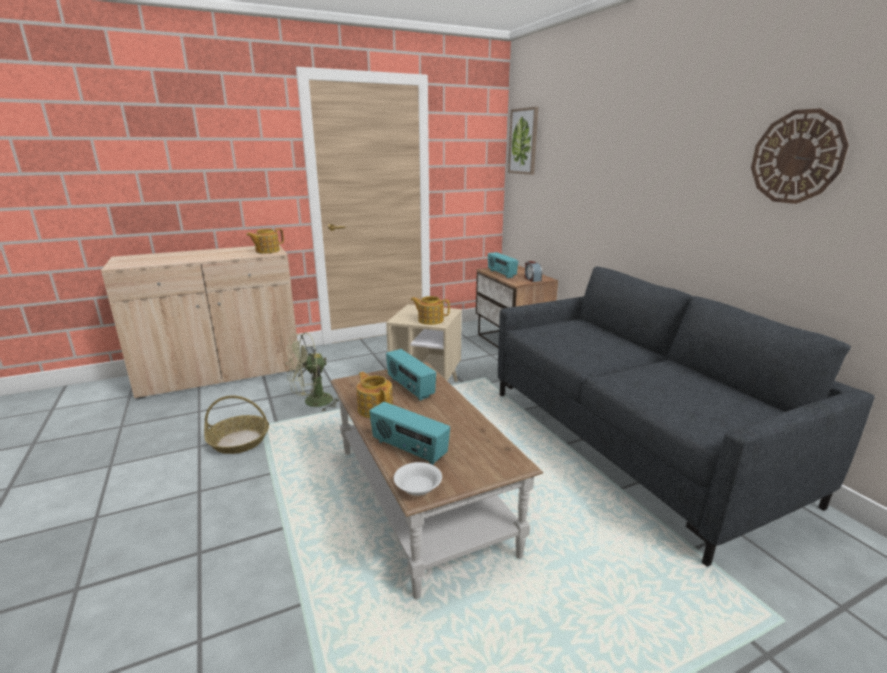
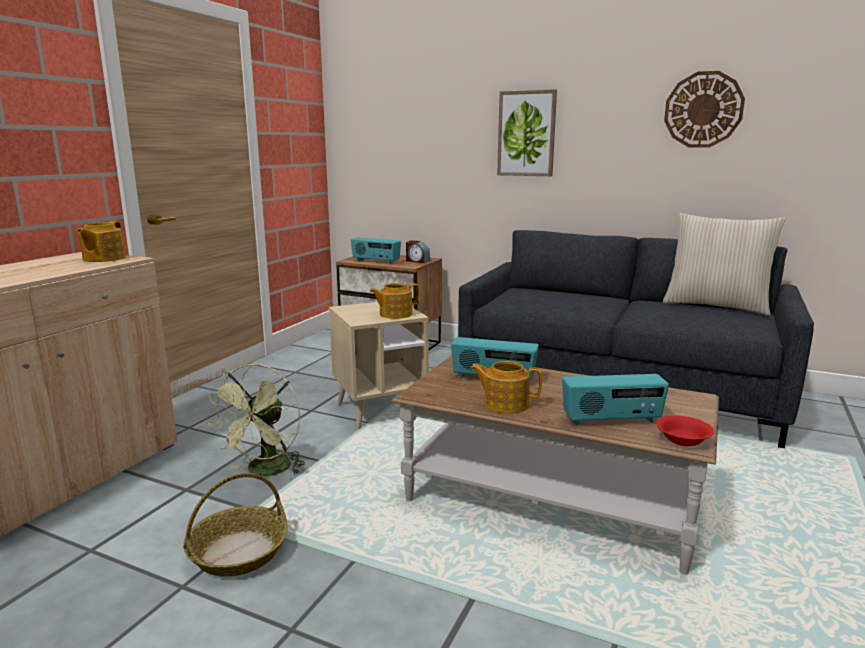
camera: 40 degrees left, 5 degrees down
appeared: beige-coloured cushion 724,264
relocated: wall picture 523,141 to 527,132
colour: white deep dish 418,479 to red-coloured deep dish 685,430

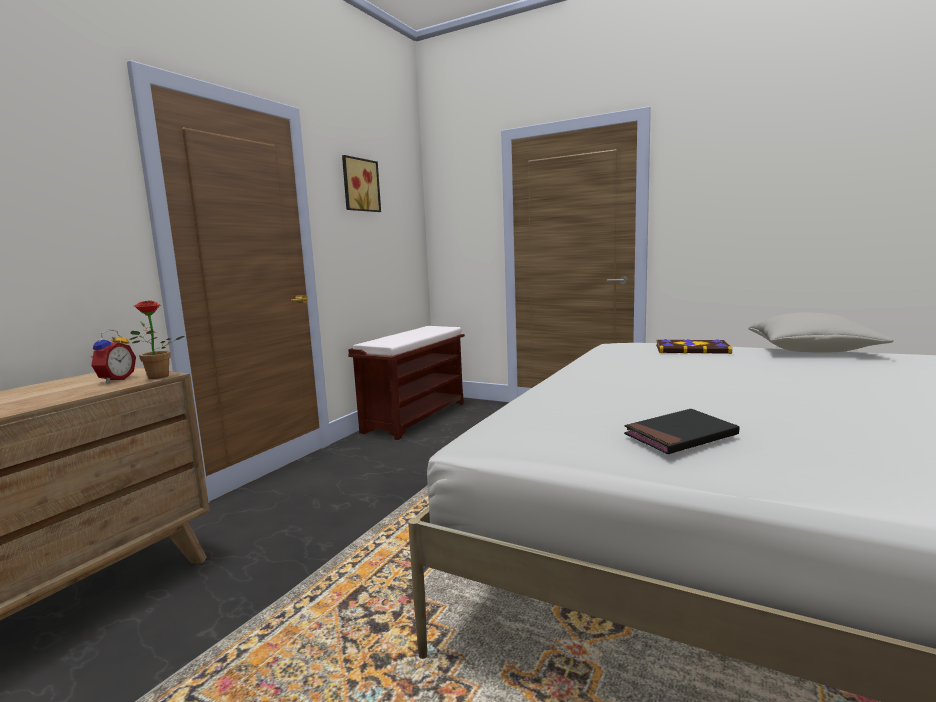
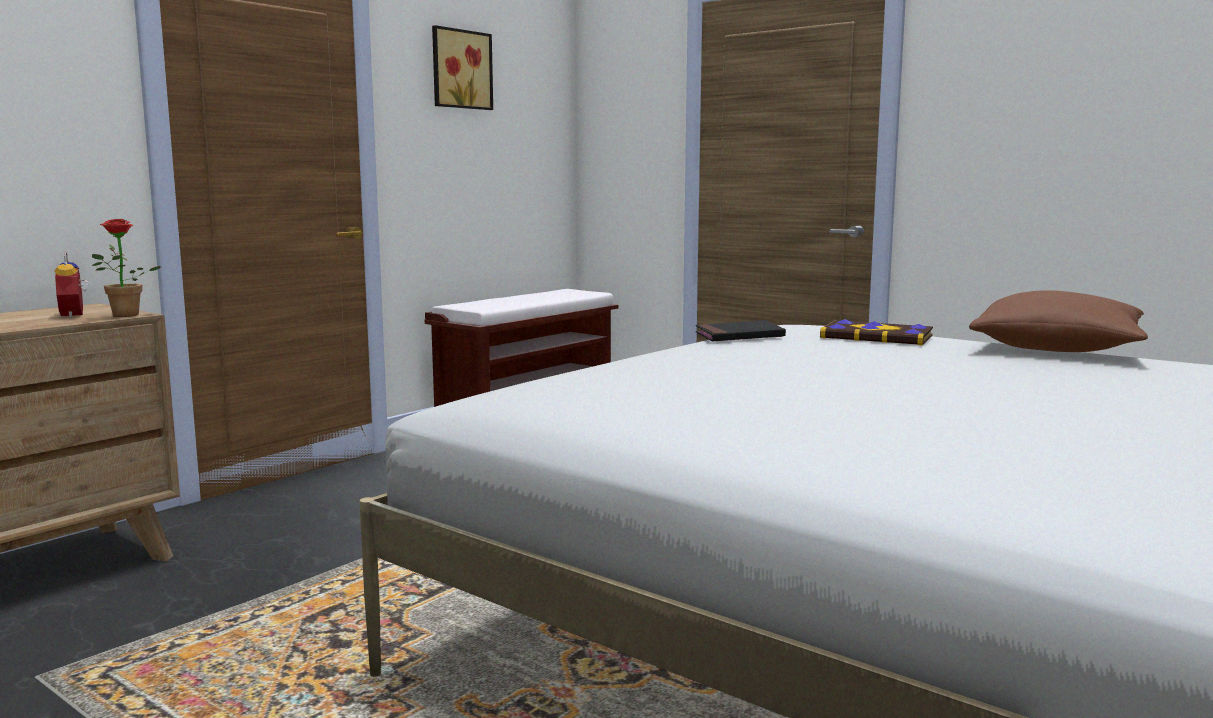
camera: 10 degrees right, 0 degrees up
relocated: blackish bound book 681,431 to 741,331
colour: gray cushion 821,332 to brownish cushion 1058,321
spun: table clock 113,356 = 71,285 135 degrees clockwise

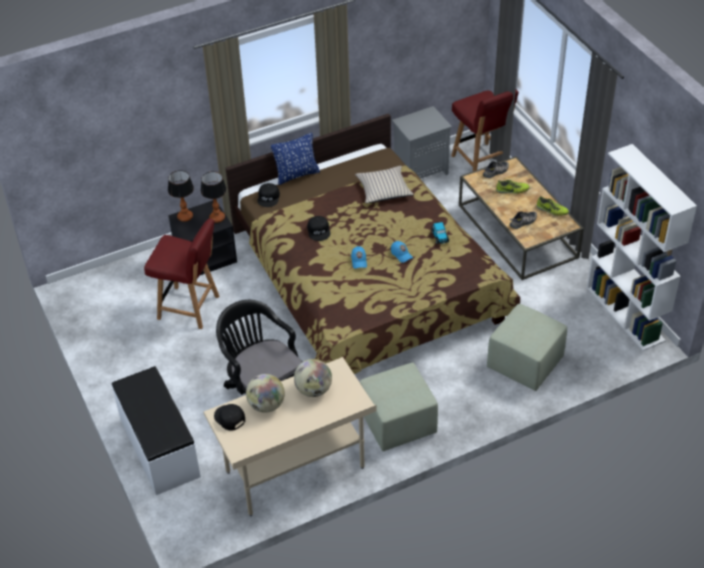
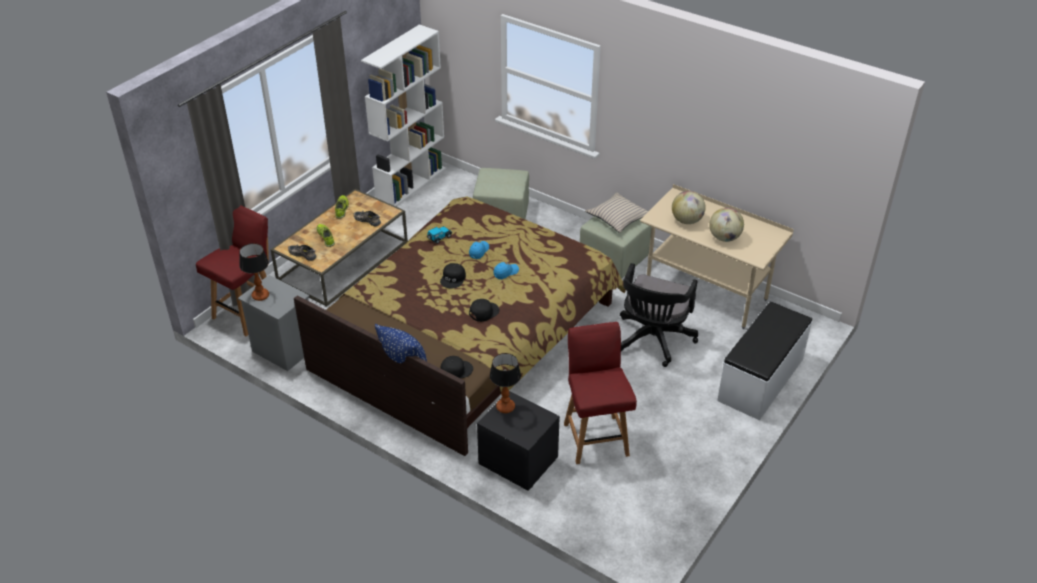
camera: 120 degrees left, 5 degrees down
relocated: beige-coloured cushion 384,184 to 616,213; tabletop lamp 181,196 to 254,272; blackish peaked cap 229,417 to 453,275

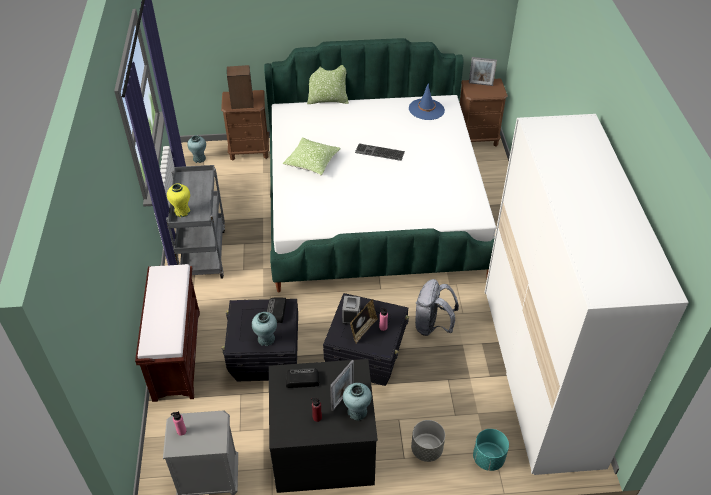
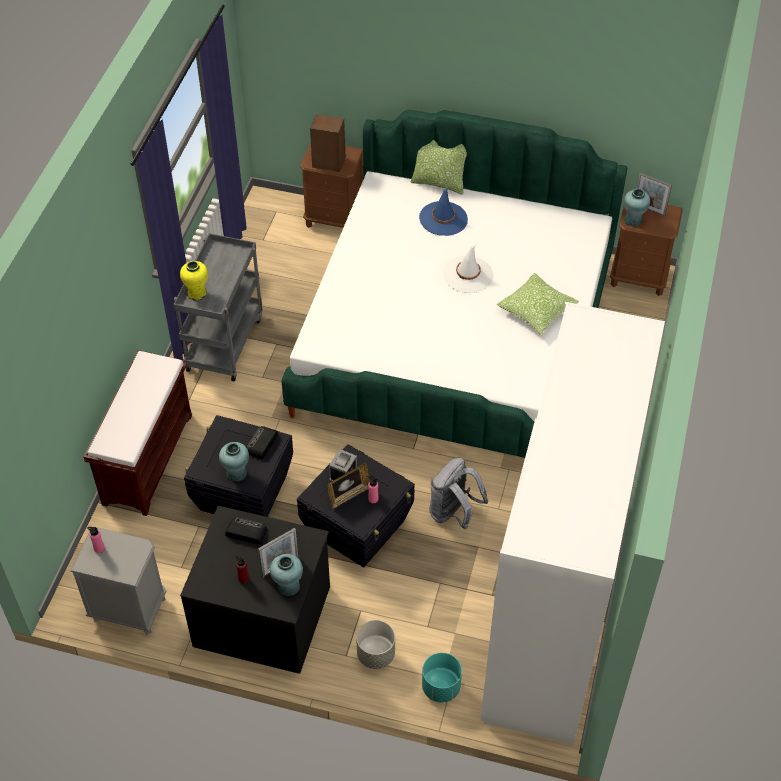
camera: 20 degrees right, 5 degrees up
relocated: blue clothing hat 427,101 to 443,211; blue-green flower vase 196,149 to 637,207; cushion 311,157 to 538,304
exchanged: computer keyboard 380,152 to white clothing hat 468,268

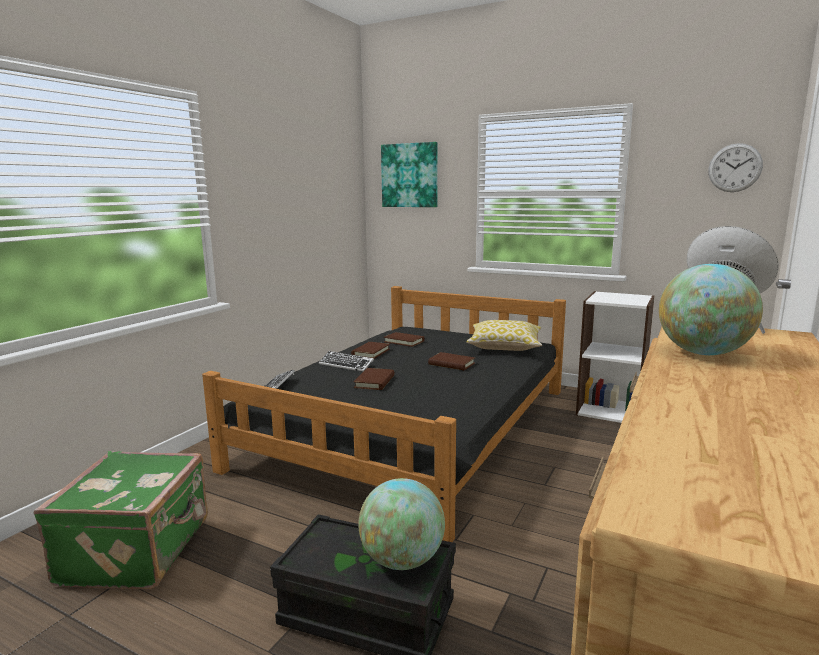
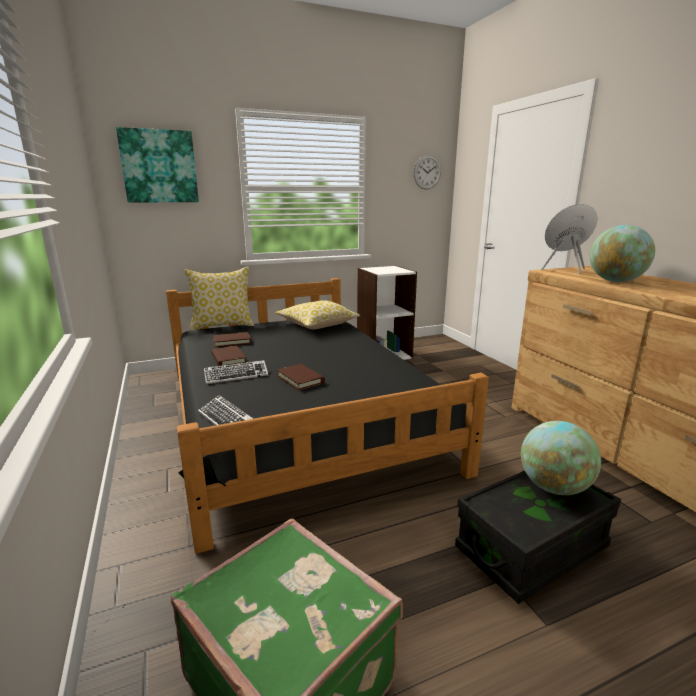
camera: 50 degrees left, 5 degrees up
missing: brownish bound book 451,361
appeared: cushion 219,299

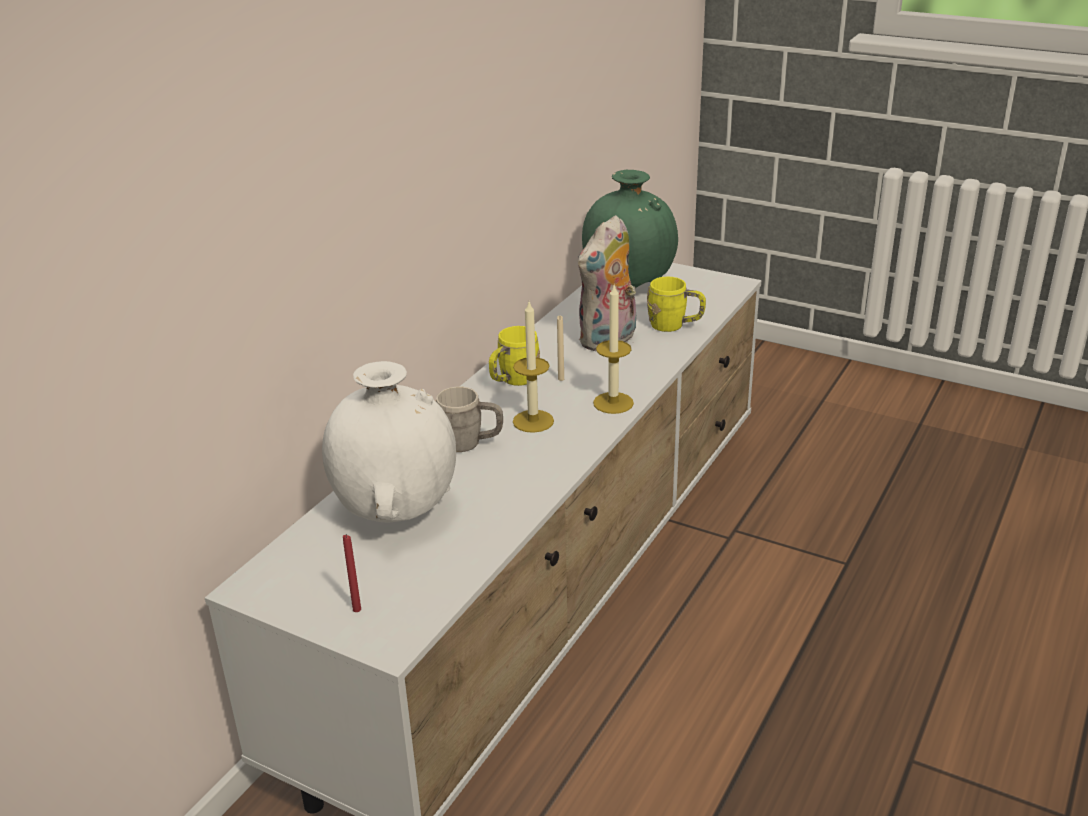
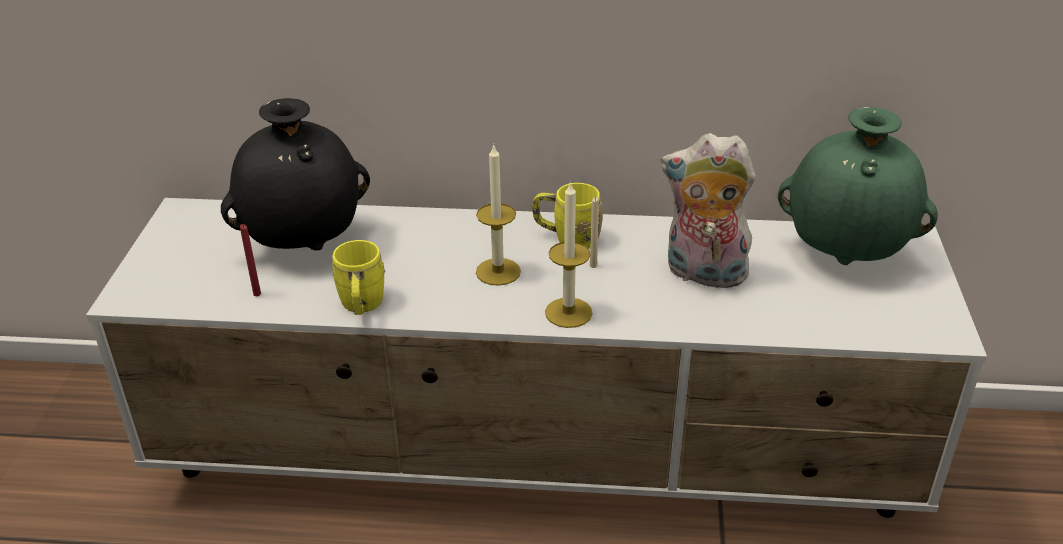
camera: 65 degrees right, 5 degrees up
missing: gray mug 469,419
relocated: yellowish mug 676,304 to 358,277; red-coloured wax candle 352,573 to 250,260
colour: white flower vase 389,442 to blackish flower vase 295,174

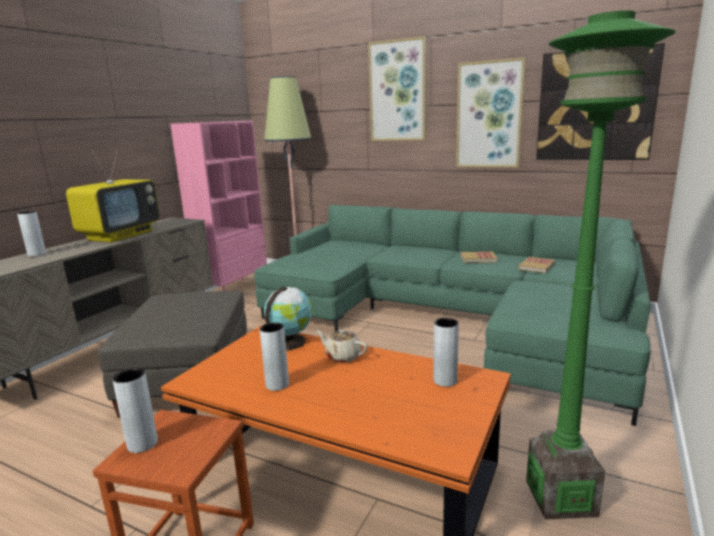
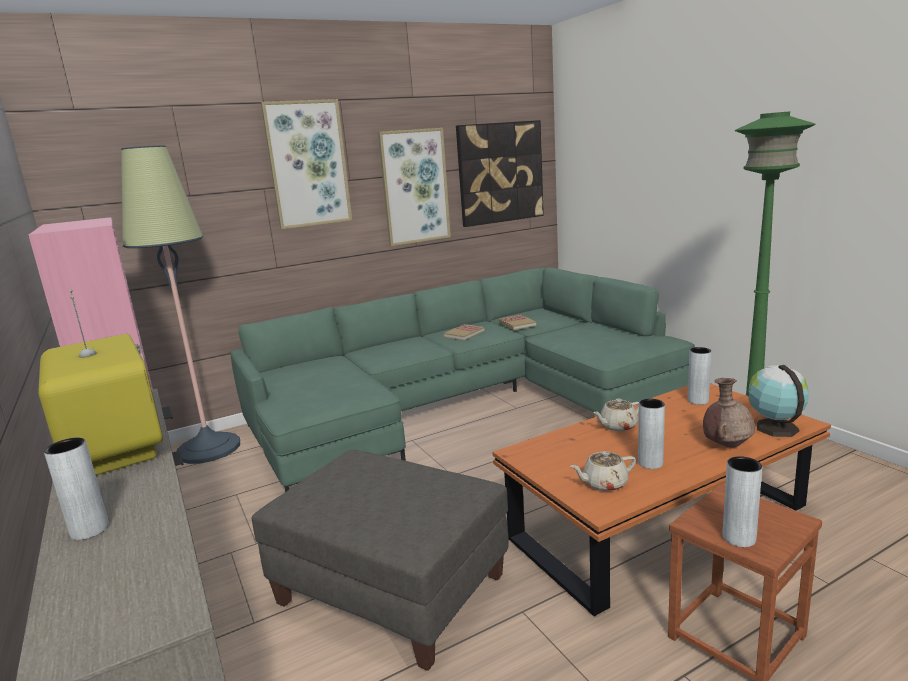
camera: 55 degrees left, 0 degrees up
appeared: brownish flower vase 729,412; beige-coloured tea pot 603,471
relocated: world globe 288,318 to 779,401

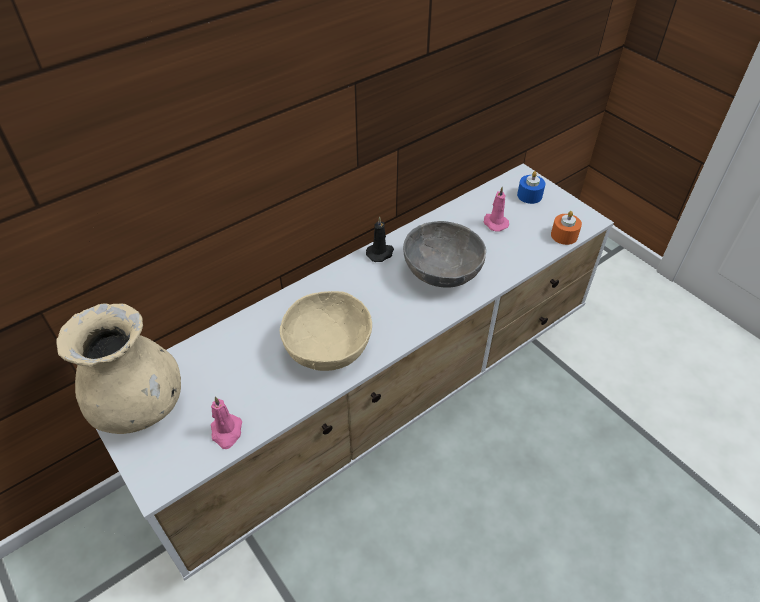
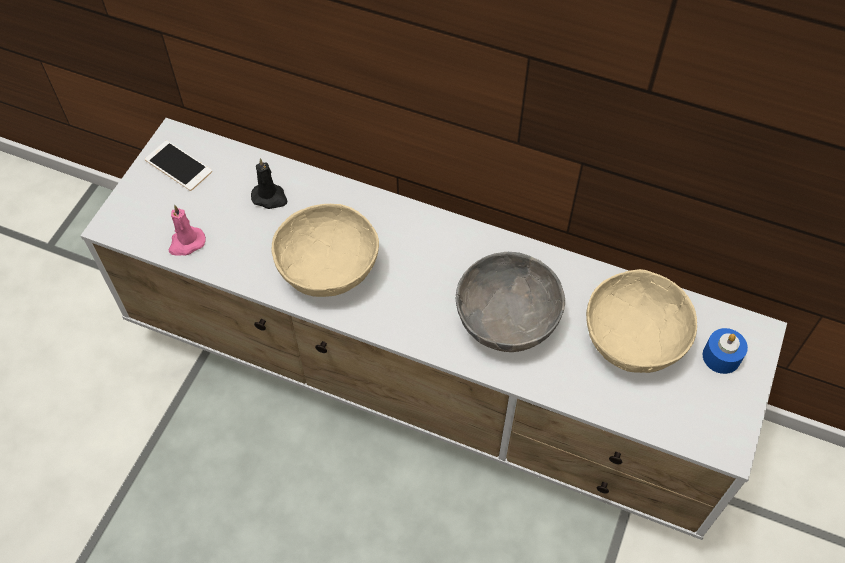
camera: 60 degrees right, 10 degrees up
missing: orange wax candle 566,228
relocated: blackish wax candle 380,239 to 269,183
exchanged: pink wax candle 496,209 to beige-coloured deep dish 641,321; beige-coloured flower vase 118,368 to telephone 178,165

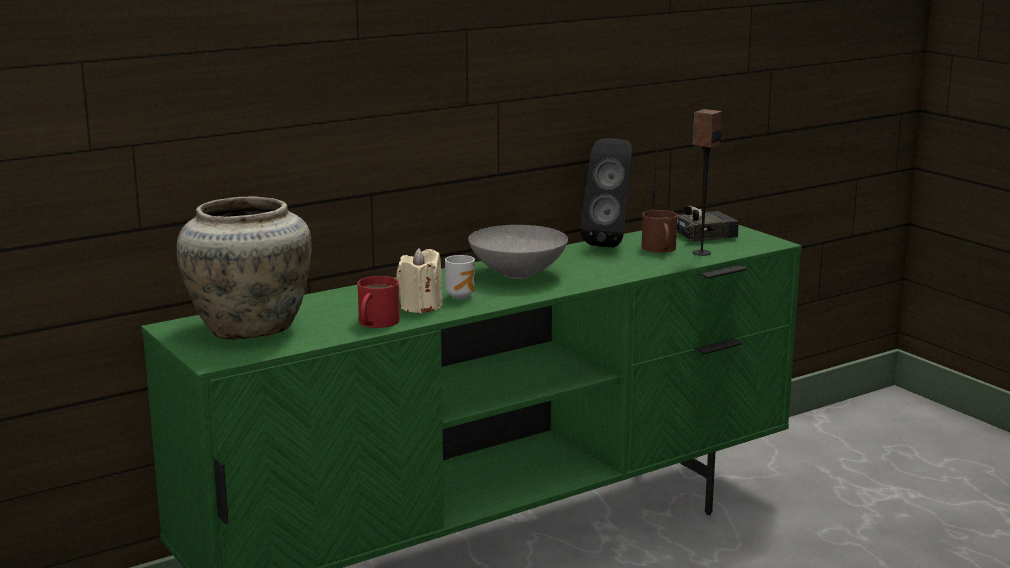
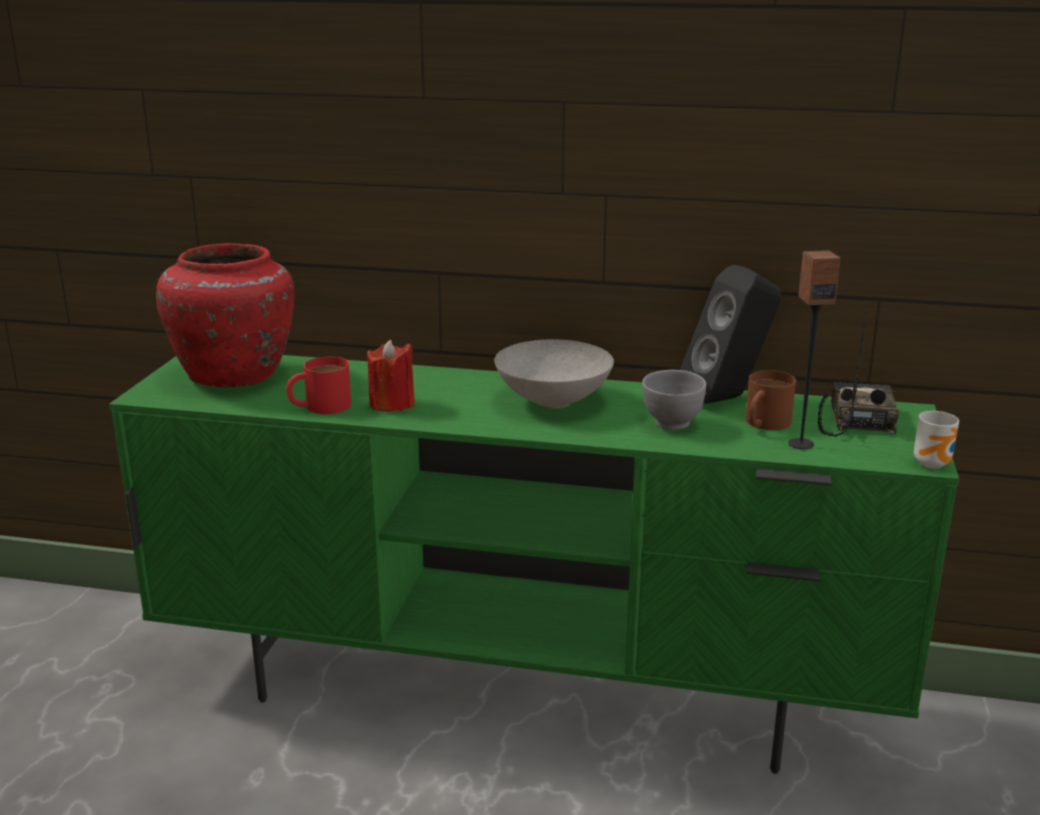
camera: 45 degrees right, 5 degrees up
appeared: gray deep dish 674,400
relocated: mug 460,277 to 936,440
colour: beige-coloured flower vase 244,268 to red-coloured flower vase 225,315; beige-coloured wax candle 419,280 to red-coloured wax candle 391,376
spun: radio set 695,189 = 858,371 105 degrees counterclockwise

